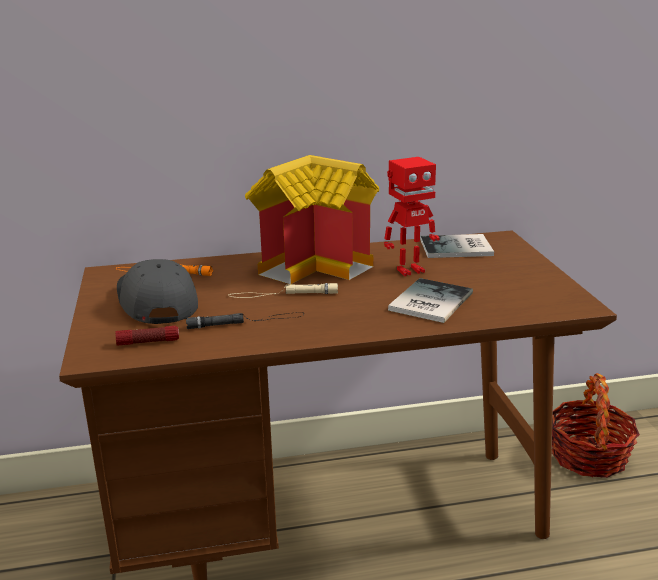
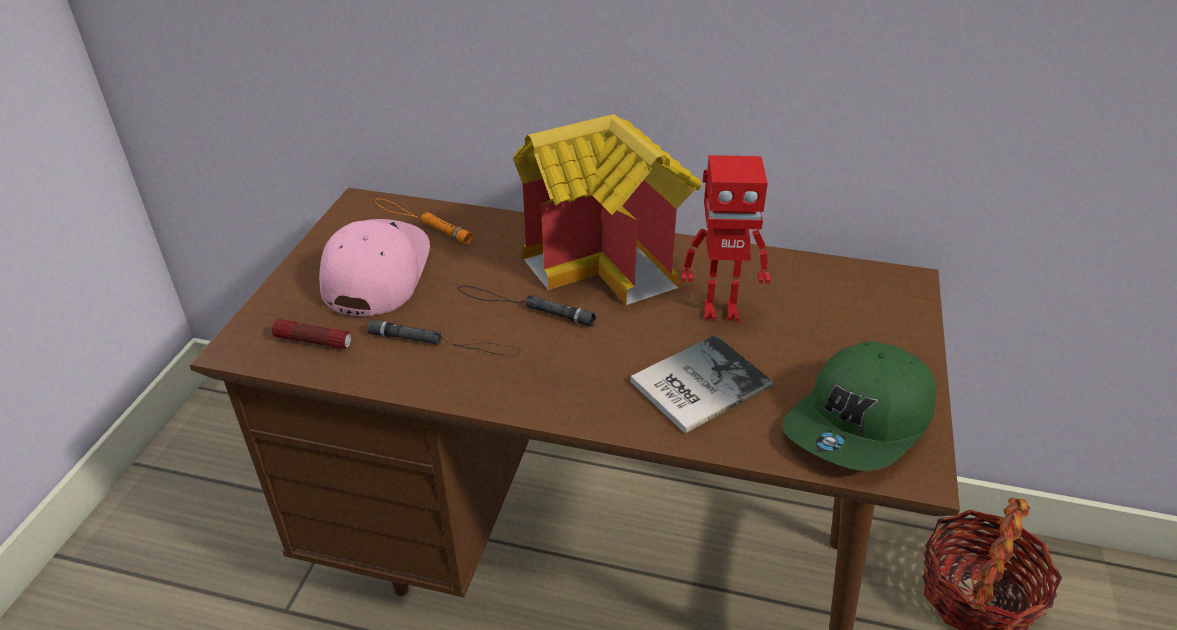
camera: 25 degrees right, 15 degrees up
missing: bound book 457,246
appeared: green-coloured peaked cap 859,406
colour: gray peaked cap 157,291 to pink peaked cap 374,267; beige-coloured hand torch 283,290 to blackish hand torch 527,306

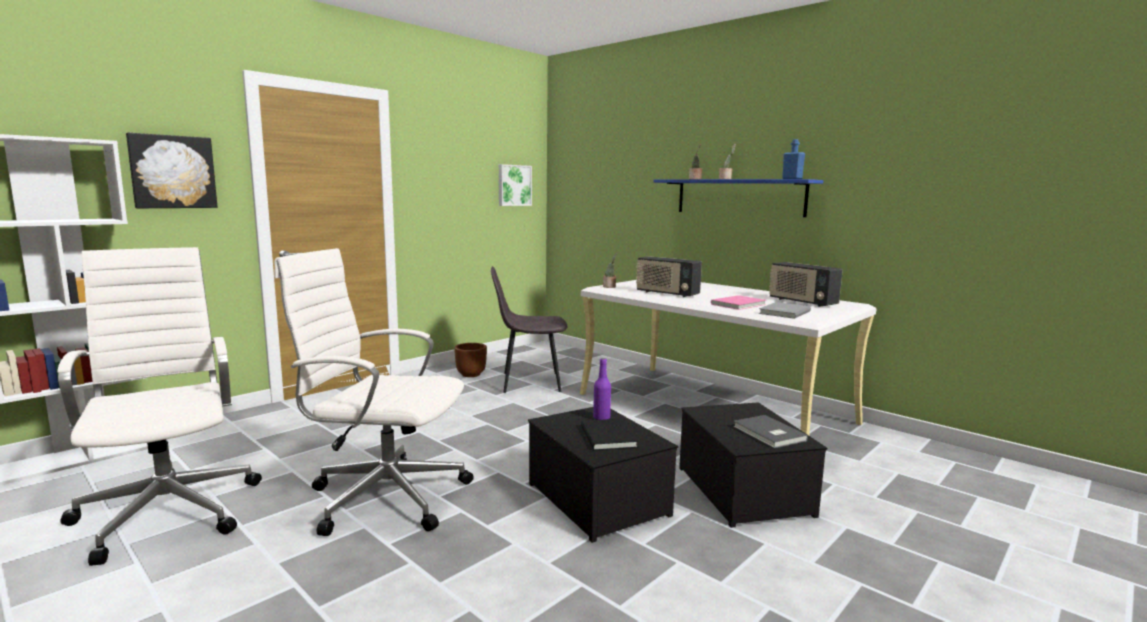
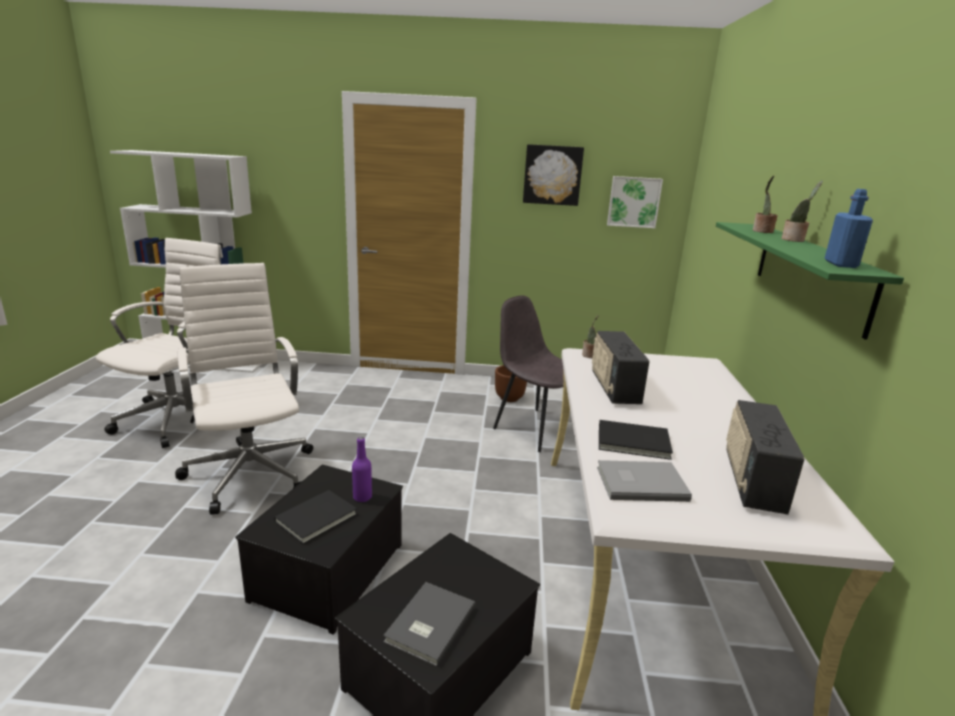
camera: 50 degrees right, 10 degrees up
relocated: wall picture 172,170 to 553,175
colour: blue wall shelf 738,198 to green-coloured wall shelf 810,281; pink bound book 738,302 to blackish bound book 636,440

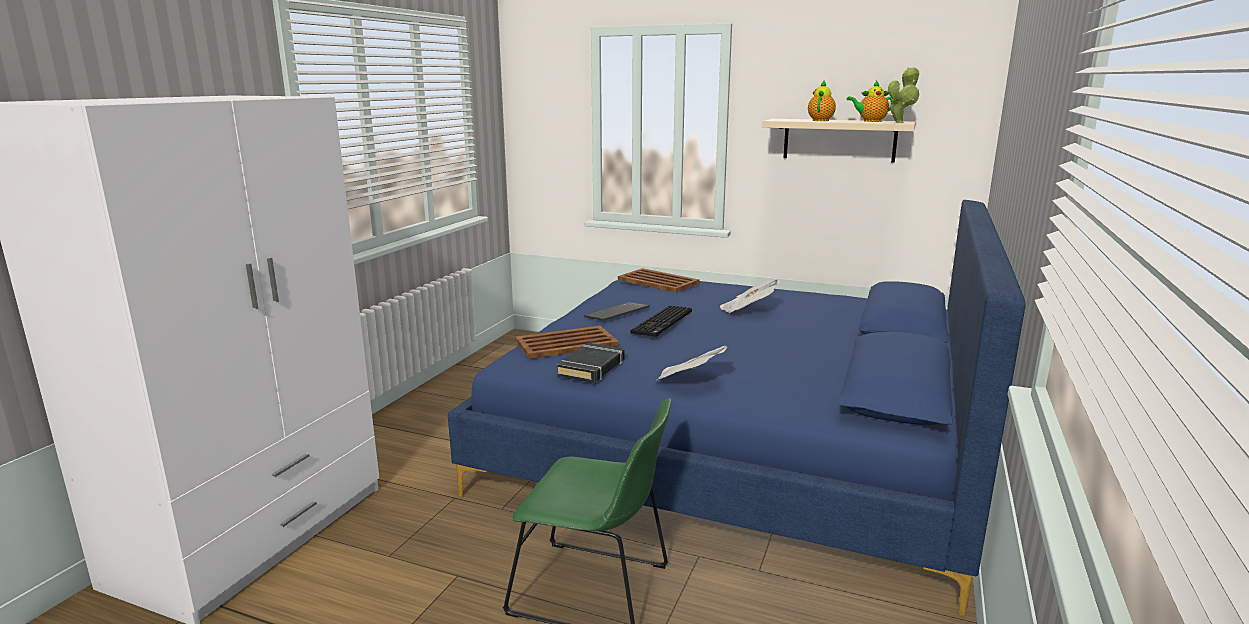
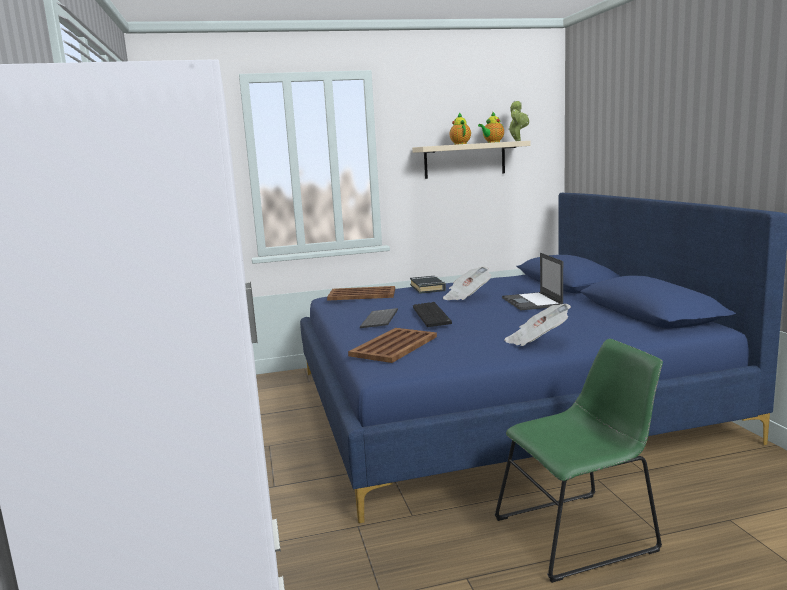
camera: 35 degrees left, 5 degrees down
appeared: laptop 532,281
relocated: blackish bound book 590,363 to 428,285

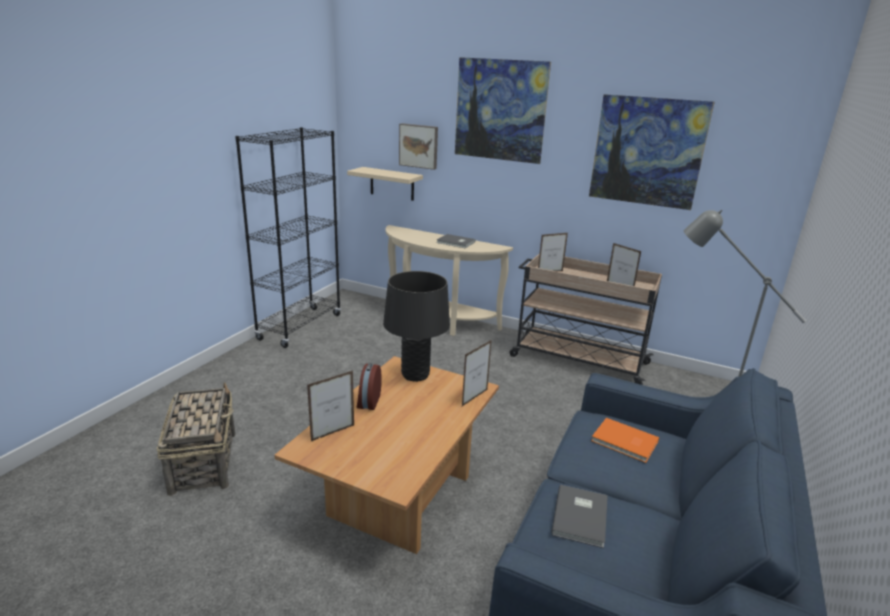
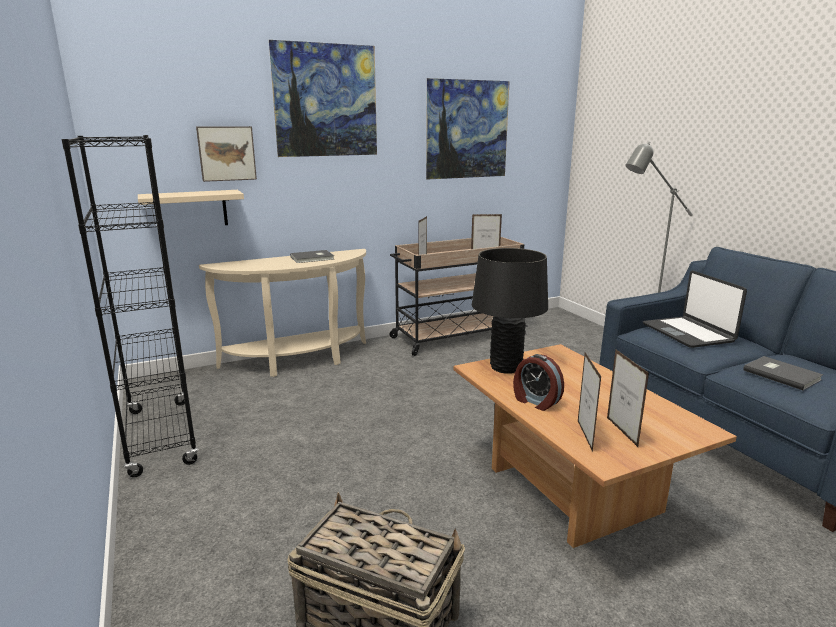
camera: 50 degrees left, 5 degrees down
relocated: standing frame 477,373 to 628,398
exchanged: orange bound book 625,440 to laptop 695,309

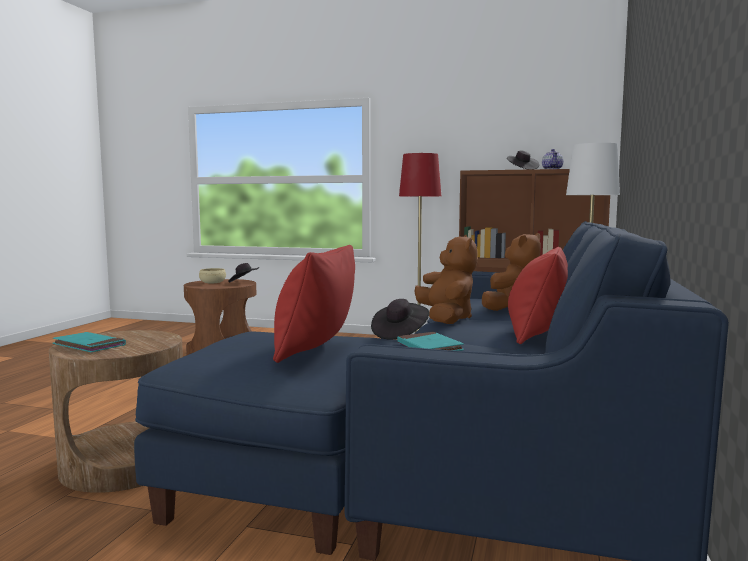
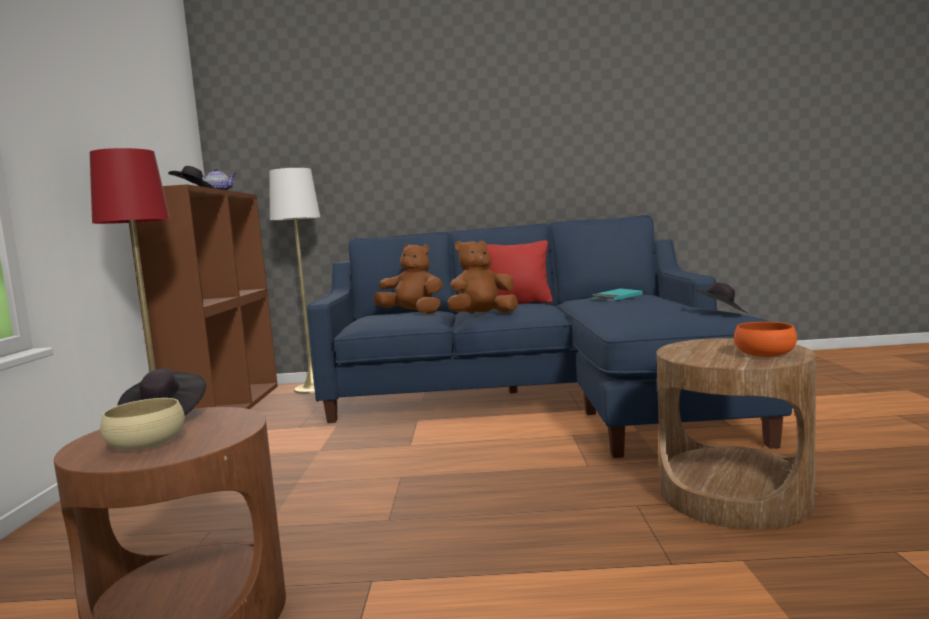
camera: 105 degrees left, 0 degrees up
missing: red-coloured cushion 314,304
relocated: blackish clothing hat 400,319 to 720,298
exchanged: blue-green bound book 89,342 to orange deep dish 765,339

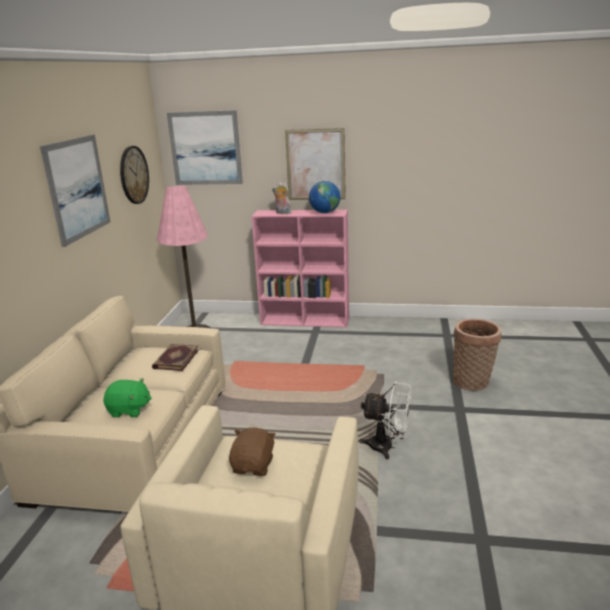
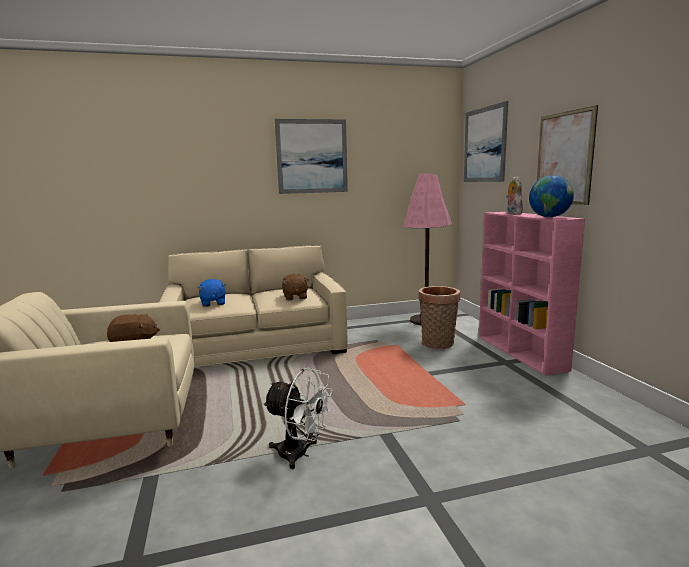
camera: 65 degrees right, 10 degrees down
missing: clock on the wall 134,175
relocated: basket 477,355 to 439,317
exchanged: bound book 175,357 to brownish plush toy 295,287
colour: green-coloured plush toy 127,397 to blue plush toy 212,293
spun: white electric fan 385,420 = 298,418 60 degrees counterclockwise

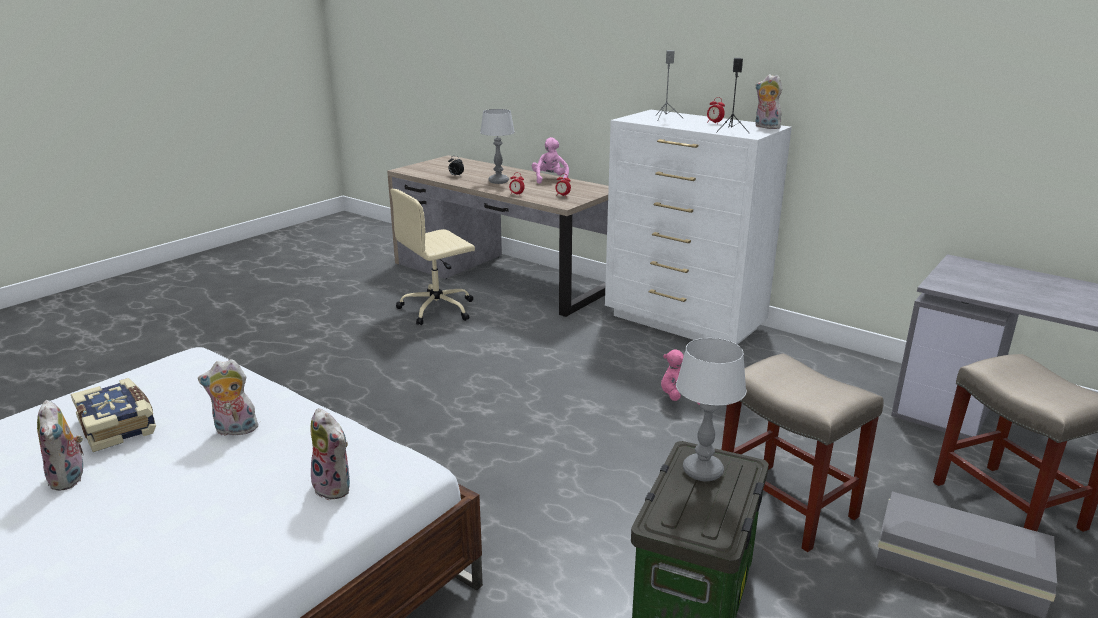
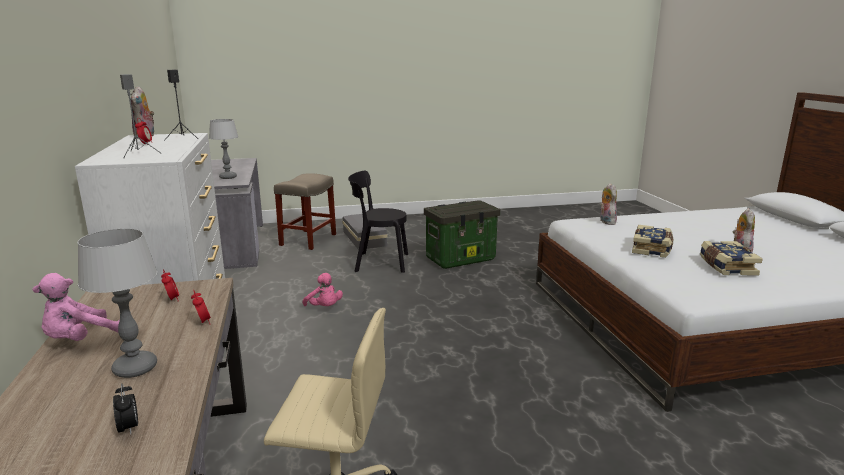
camera: 140 degrees left, 5 degrees down
relocated: tabletop lamp 711,409 to 223,149
exchanged: beige-coloured stool seat 802,452 to blackish plain chair 378,222; plush toy 228,397 to bound book 652,241

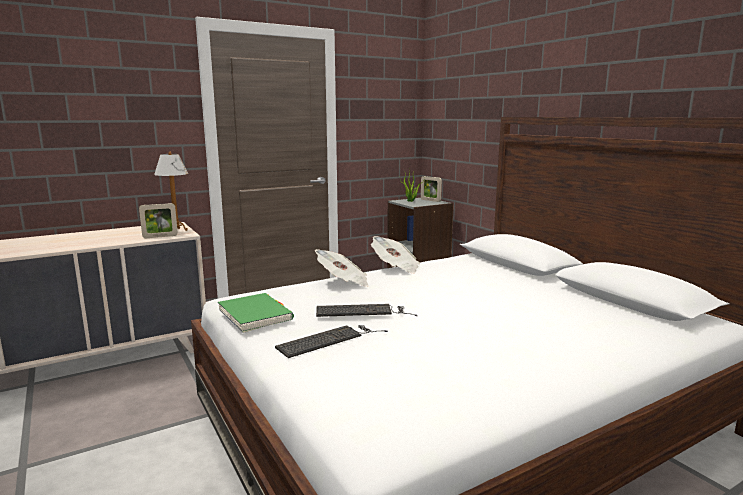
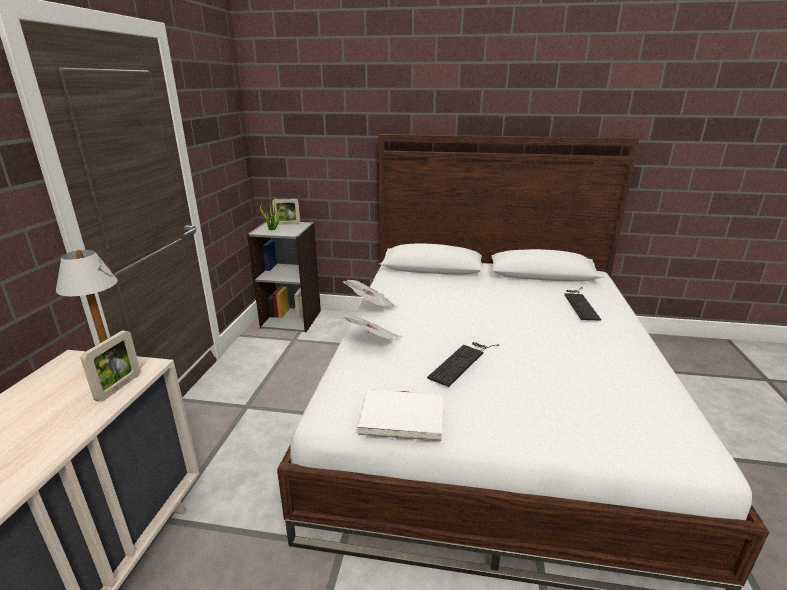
camera: 50 degrees left, 10 degrees up
relocated: computer keyboard 331,341 to 582,304
colour: green-coloured bound book 256,313 to white bound book 400,415

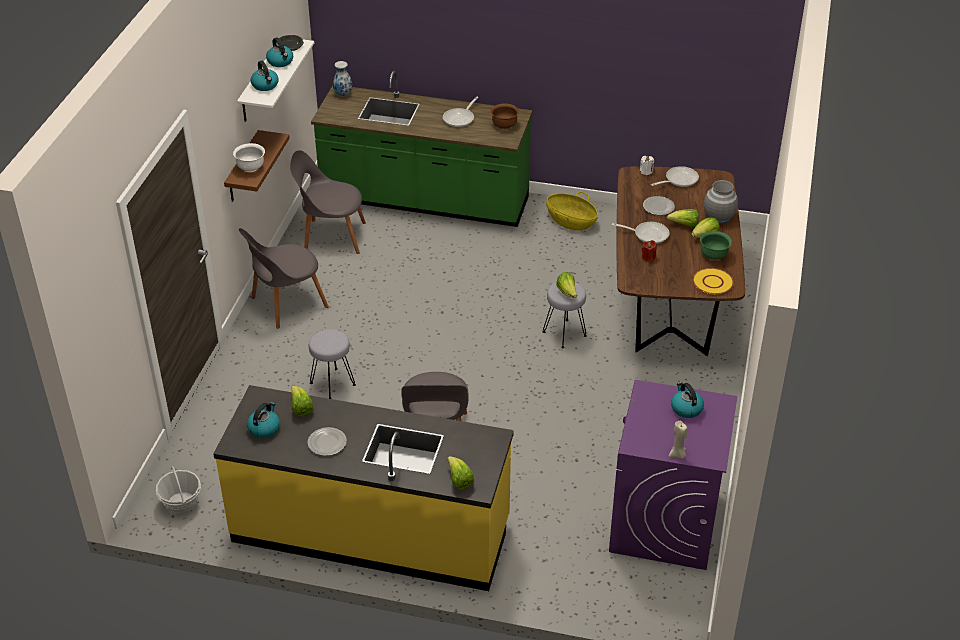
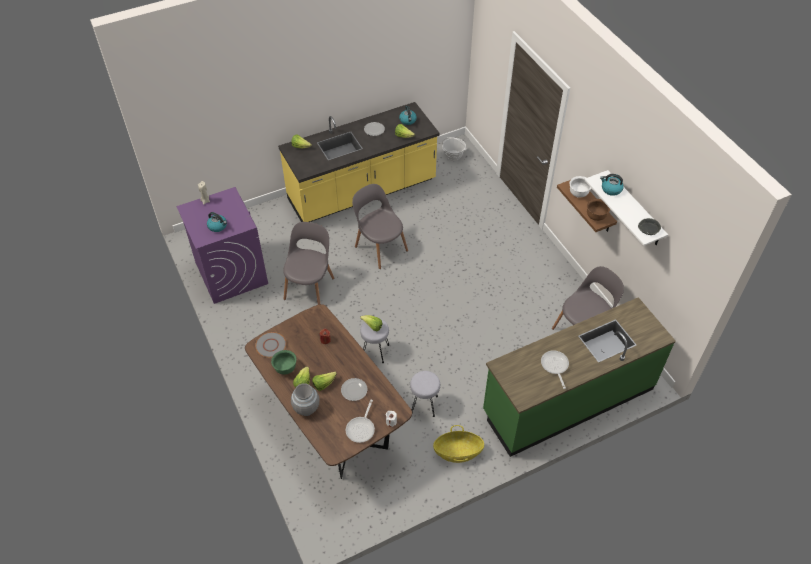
camera: 140 degrees right, 10 degrees up
missing: tea kettle 279,52; flower vase 343,78; pan 640,233
relocated: brownish deep dish 504,116 to 598,210; gray plain chair 284,278 to 308,263; gray stool seat 332,364 to 425,394
colour: yellowish flat dish 713,281 to gray flat dish 270,344

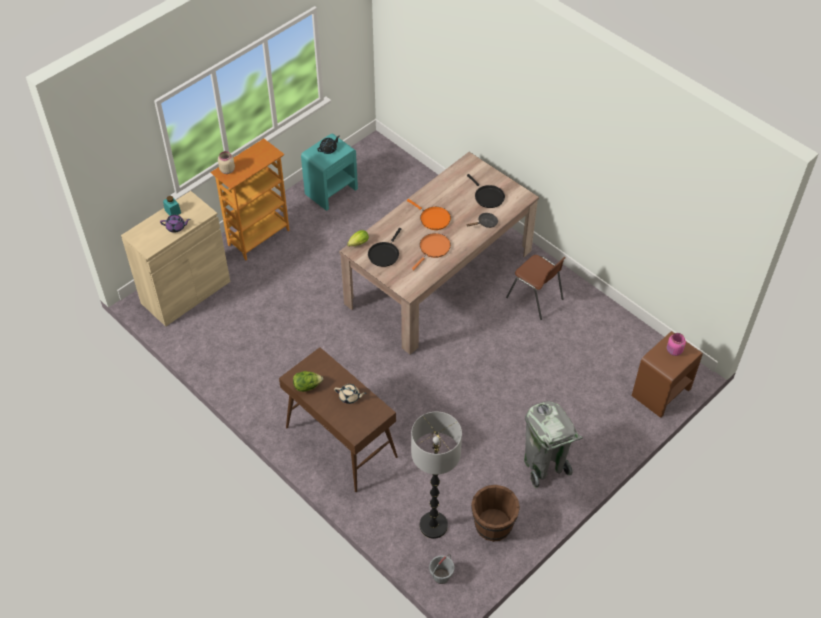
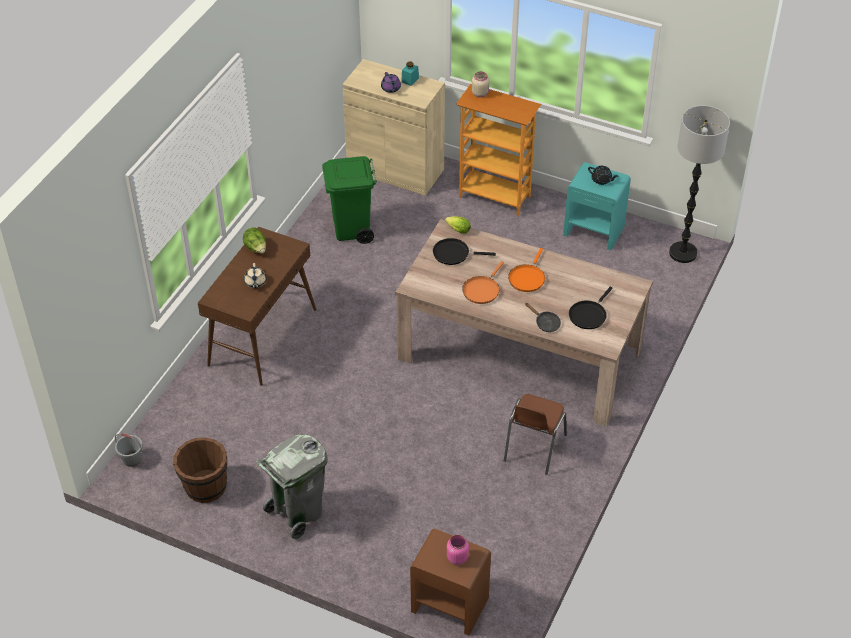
camera: 70 degrees right, 5 degrees down
appeared: green-coloured waste bin 349,200
relocated: standard lamp 436,475 to 699,184
spun: orange pan 431,251 = 483,282 105 degrees clockwise

